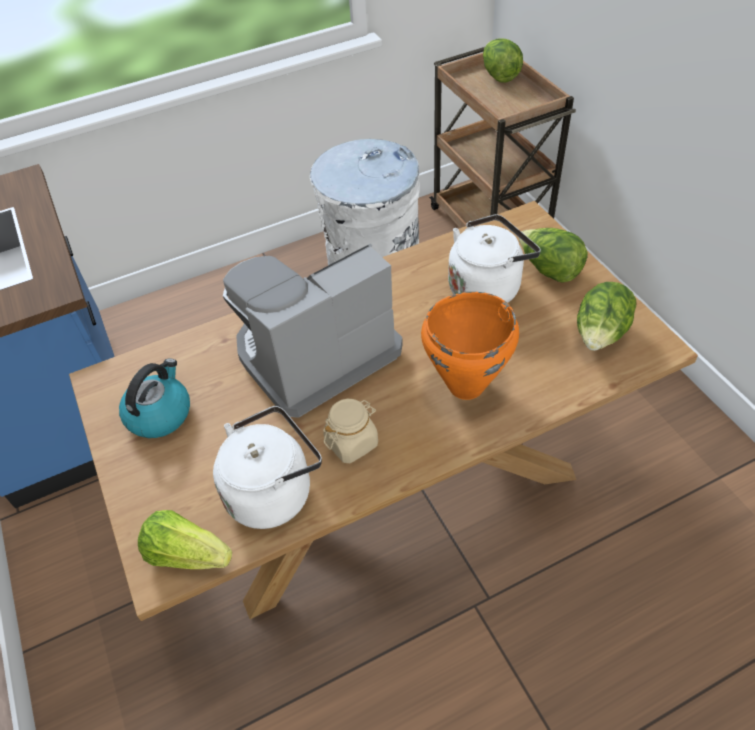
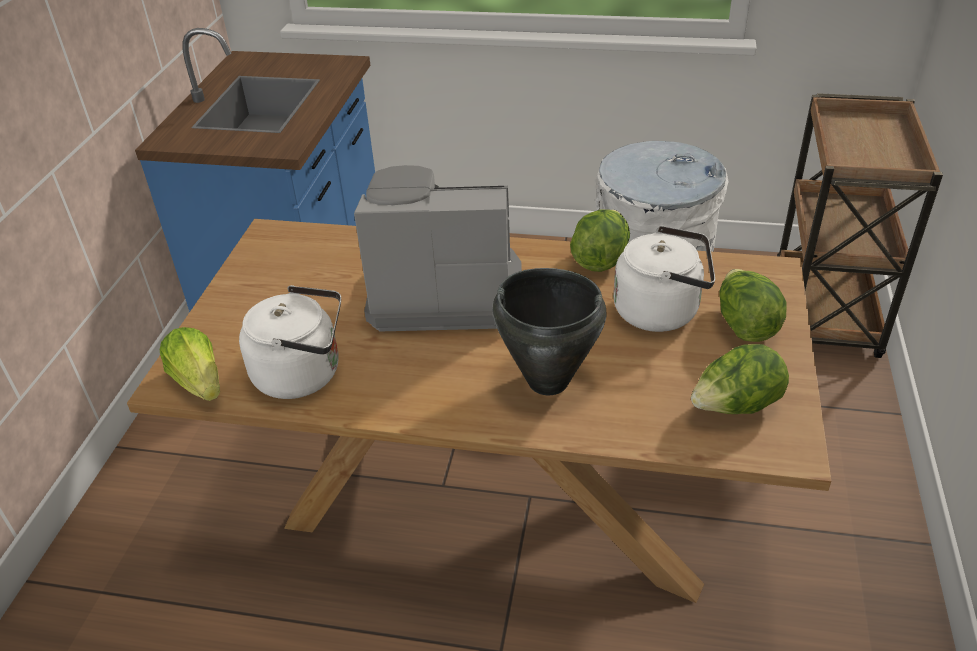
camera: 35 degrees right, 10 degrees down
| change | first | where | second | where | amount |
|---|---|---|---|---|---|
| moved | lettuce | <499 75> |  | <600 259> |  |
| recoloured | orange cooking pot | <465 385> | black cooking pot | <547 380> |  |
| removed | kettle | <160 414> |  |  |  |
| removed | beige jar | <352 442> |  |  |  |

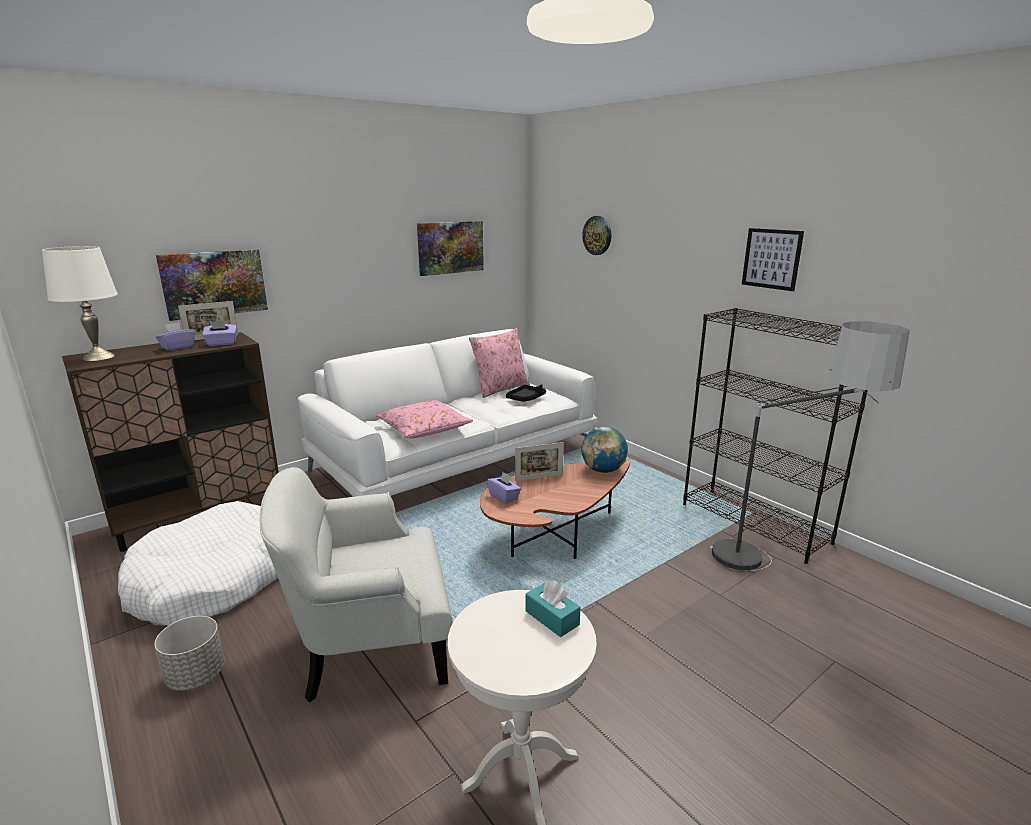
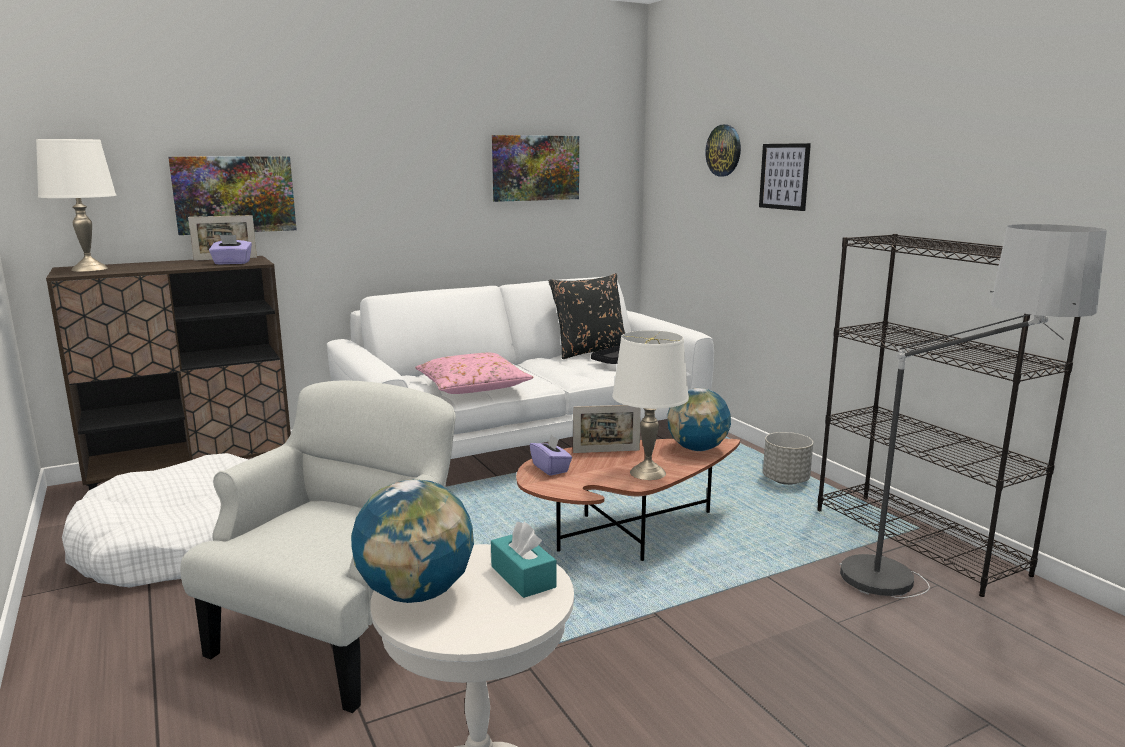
camera: 10 degrees right, 5 degrees down
| change | first | where | second | where | amount |
|---|---|---|---|---|---|
| moved | picture | <771 259> |  | <784 176> |  |
| removed | purple tissue box | <177 347> |  |  |  |
| recoloured | pink pillow | <500 389> | black pillow | <589 351> |  |
| turned | white armchair | <370 644> |  | <340 631> | 120 degrees clockwise |
| moved | grey planter | <196 675> |  | <785 480> |  |
| added |  |  | white table lamp | <648 472> |  |
| added |  |  | globe | <416 593> |  |

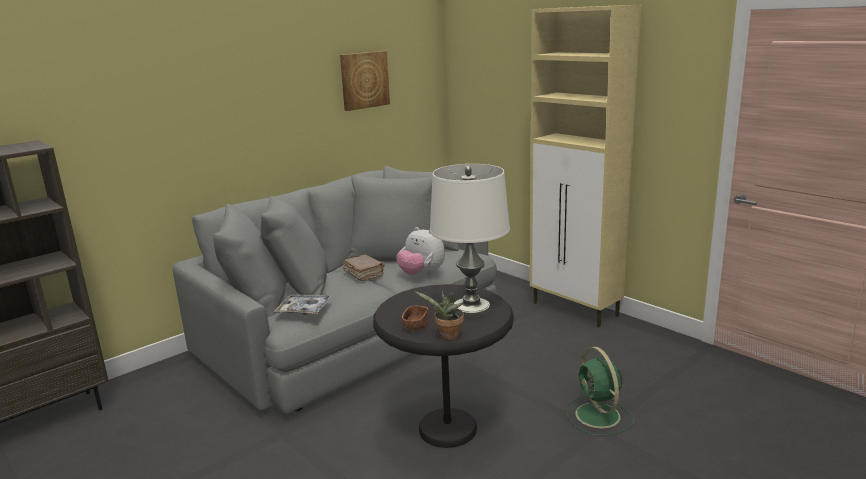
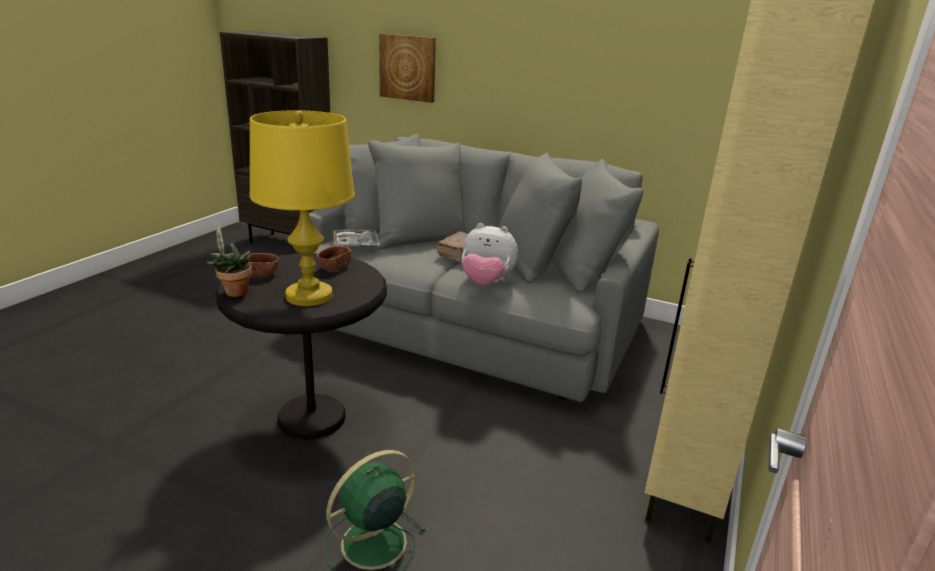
camera: 65 degrees right, 5 degrees up
| change | first | where | second | where | amount |
|---|---|---|---|---|---|
| moved | picture | <364 80> |  | <408 67> |  |
| recoloured | white table lamp | <471 309> | yellow table lamp | <309 296> |  |
| turned | plush toy | <421 274> |  | <486 283> | 90 degrees counterclockwise |
| added |  |  | brown bowl | <335 267> |  |

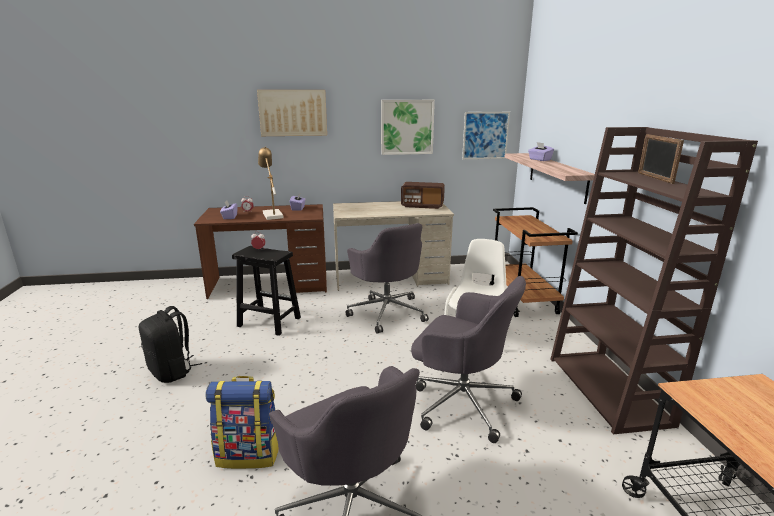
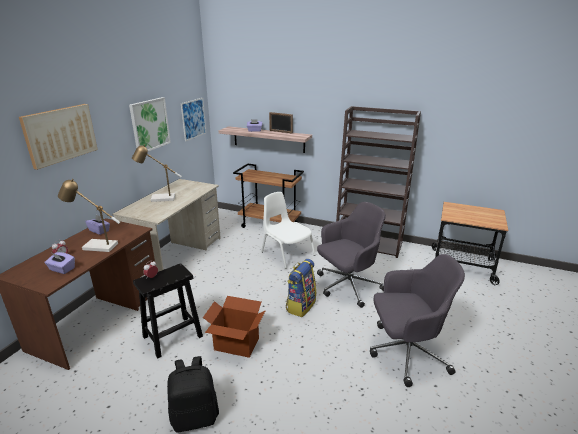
camera: 60 degrees left, 5 degrees up
| change | first | where | second | where | amount |
|---|---|---|---|---|---|
| moved | picture frame | <654 178> |  | <280 132> |  |
| removed | radio | <422 206> |  |  |  |
| removed | grey office chair | <387 312> |  |  |  |
| moved | backpack | <249 454> |  | <300 305> |  |
| added |  |  | table lamp | <159 199> |  |
| added |  |  | cardboard box | <236 344> |  |

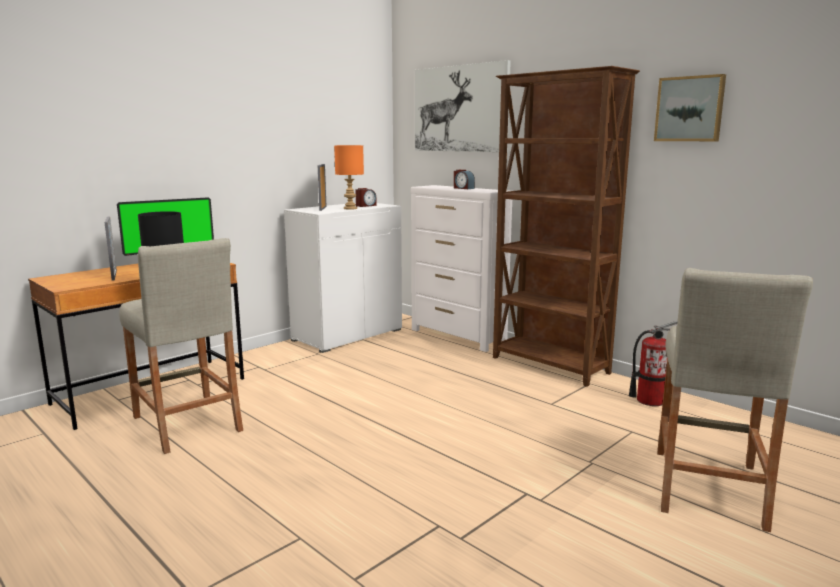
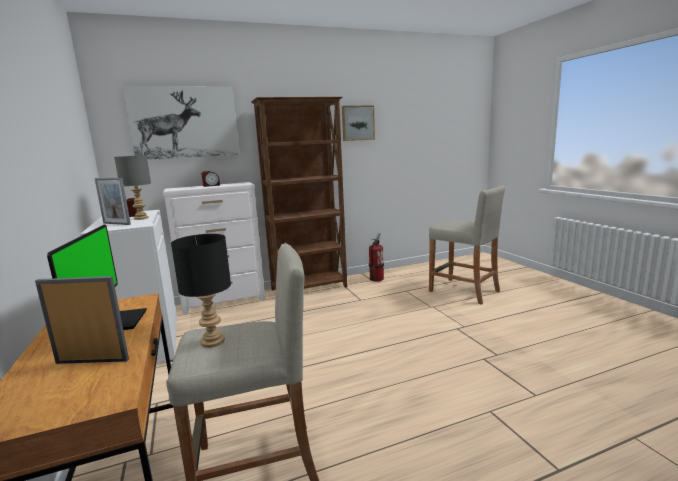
camera: 65 degrees left, 0 degrees up
| change | first | where | second | where | amount |
|---|---|---|---|---|---|
| recoloured | orange table lamp | <350 208> | grey table lamp | <140 218> |  |

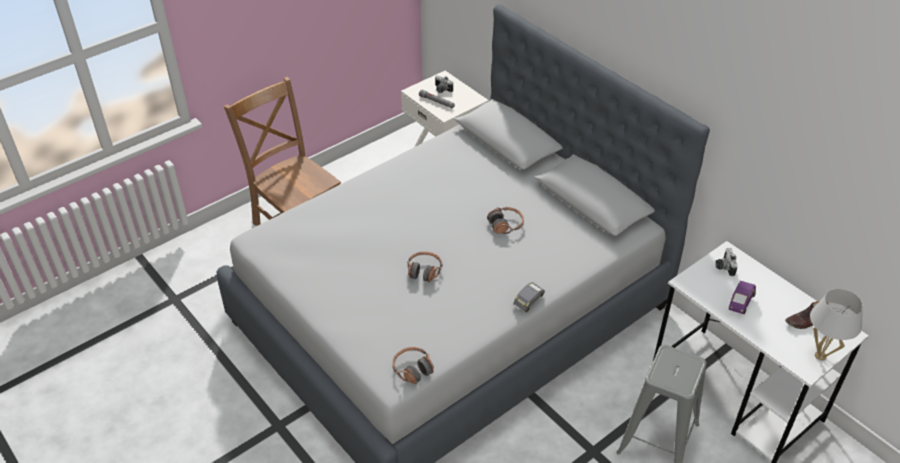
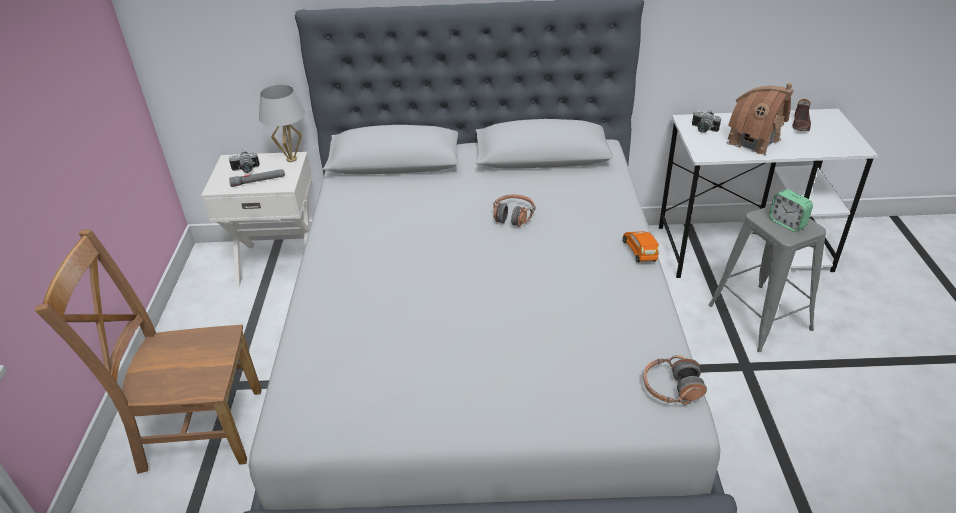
camera: 50 degrees left, 5 degrees down
| change | first | where | second | where | amount |
|---|---|---|---|---|---|
| removed | headphones | <424 271> |  |  |  |
| replaced | purple toy car | <740 302> | toy house | <754 142> |  |
| recoloured | grey toy car | <529 301> | orange toy car | <640 252> |  |
| moved | white table lamp | <820 356> |  | <291 159> |  |
| added |  |  | alarm clock | <787 223> |  |

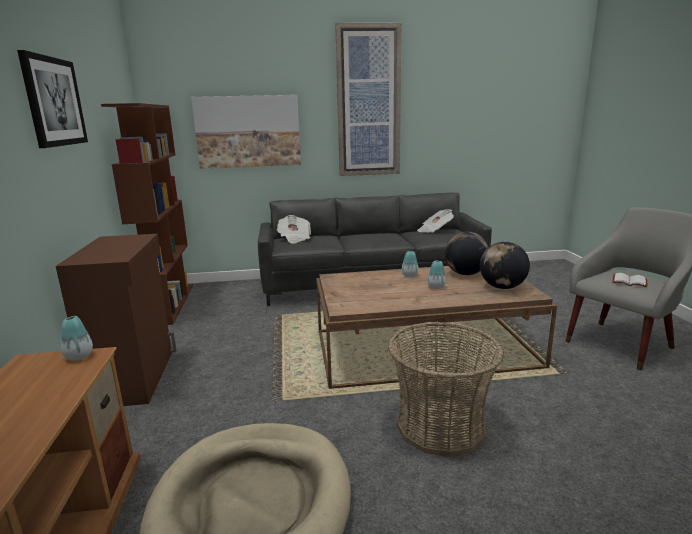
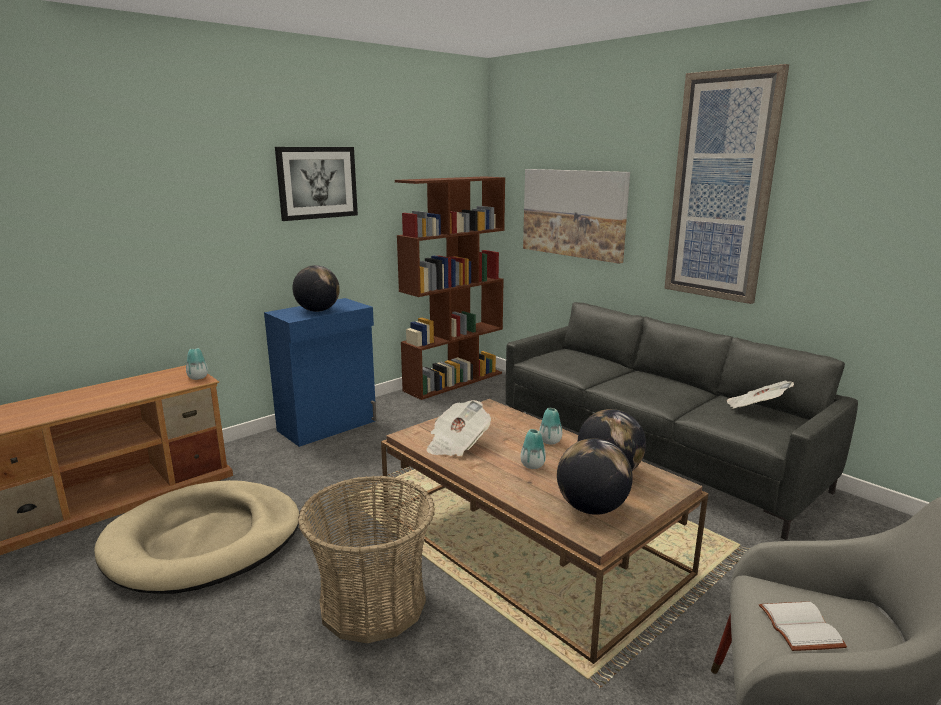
camera: 55 degrees right, 0 degrees up
| change | first | where | second | where | amount |
|---|---|---|---|---|---|
| moved | newspaper | <294 238> |  | <456 444> |  |
| recoloured | brown cabinet | <136 377> | blue cabinet | <329 426> |  |
| added |  |  | globe | <318 311> |  |

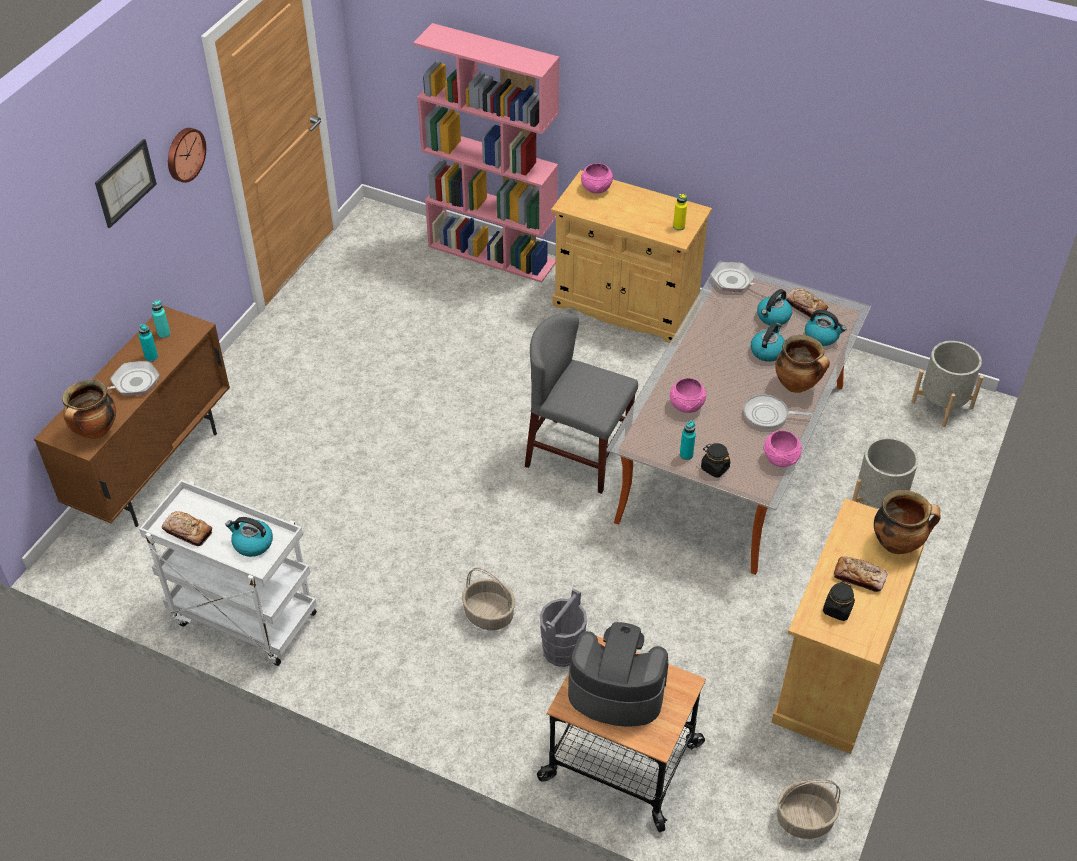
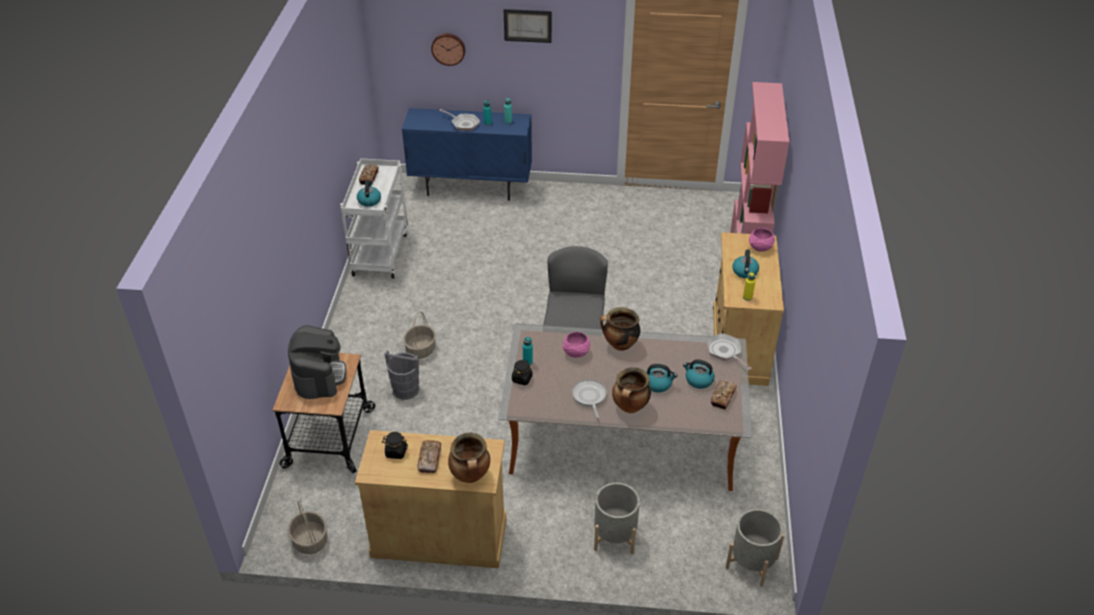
camera: 70 degrees right, 5 degrees down
| change | first | where | second | where | amount |
|---|---|---|---|---|---|
| moved | wall clock | <184 154> |  | <448 48> |  |
| turned | frying pan | <735 282> |  | <725 352> | 45 degrees counterclockwise |
| recoloured | brown cabinet | <155 469> | blue cabinet | <471 188> |  |
| moved | kettle | <822 336> |  | <745 272> |  |
| moved | cooking pot | <96 431> |  | <619 345> |  |
| removed | pink bowl | <781 458> |  |  |  |

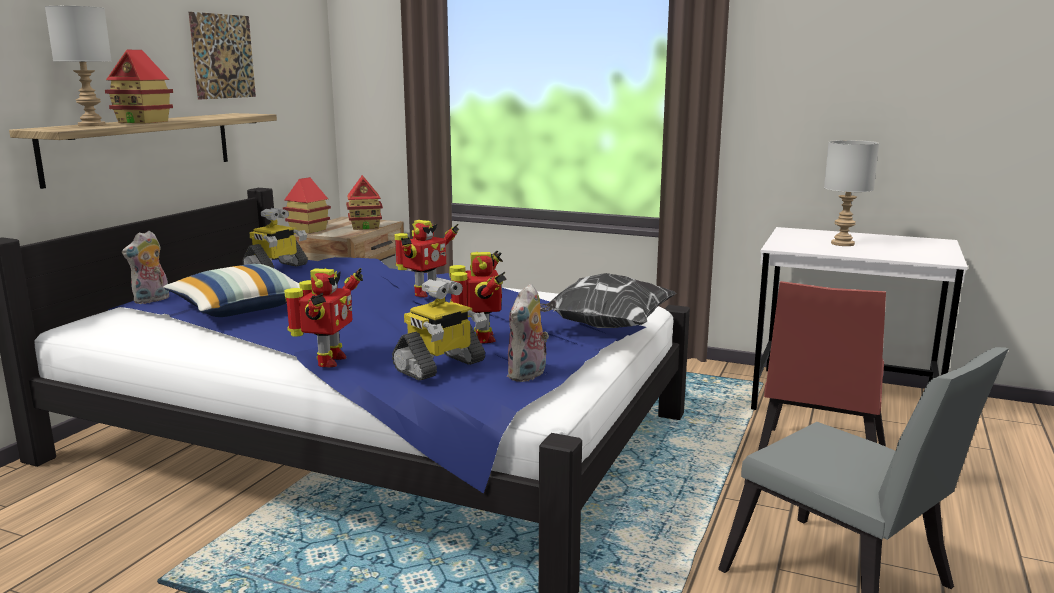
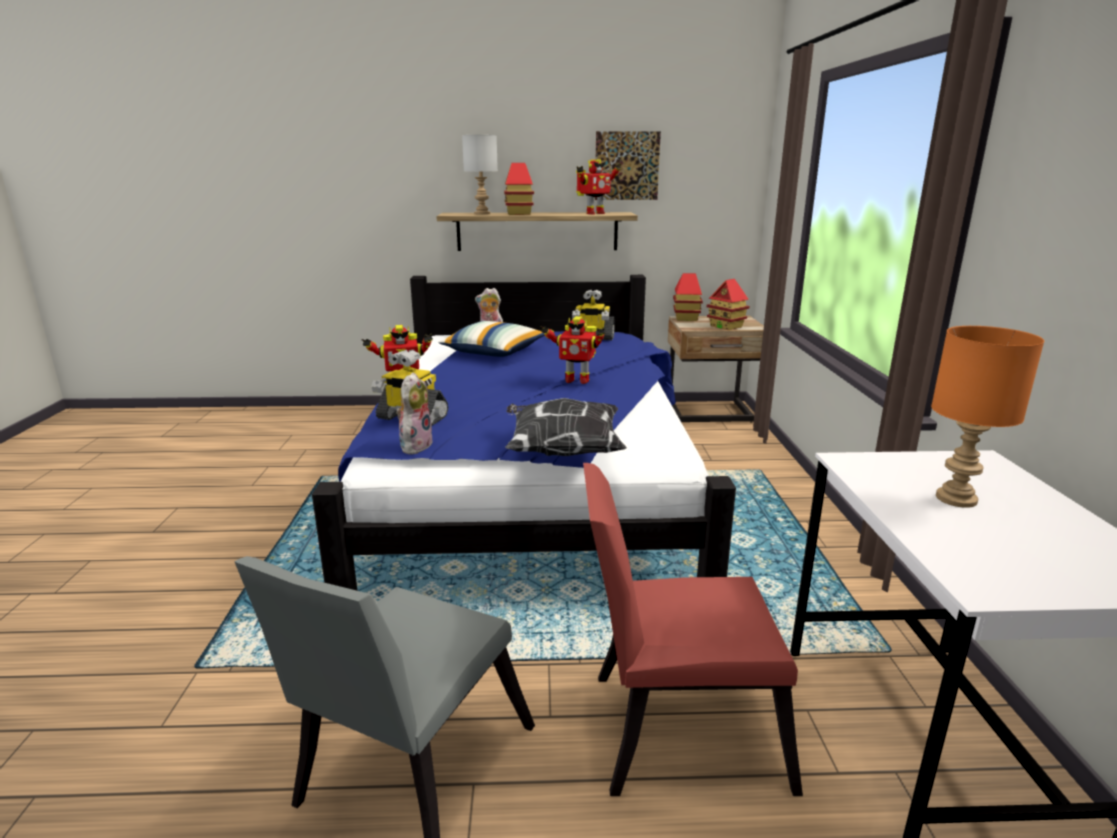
camera: 65 degrees right, 5 degrees up
| change | first | where | second | where | amount |
|---|---|---|---|---|---|
| recoloured | grey table lamp | <841 244> | orange table lamp | <955 498> |  |
| moved | toy robot | <481 338> |  | <594 213> |  |
| turned | plush toy | <528 375> |  | <415 446> | 105 degrees clockwise |

